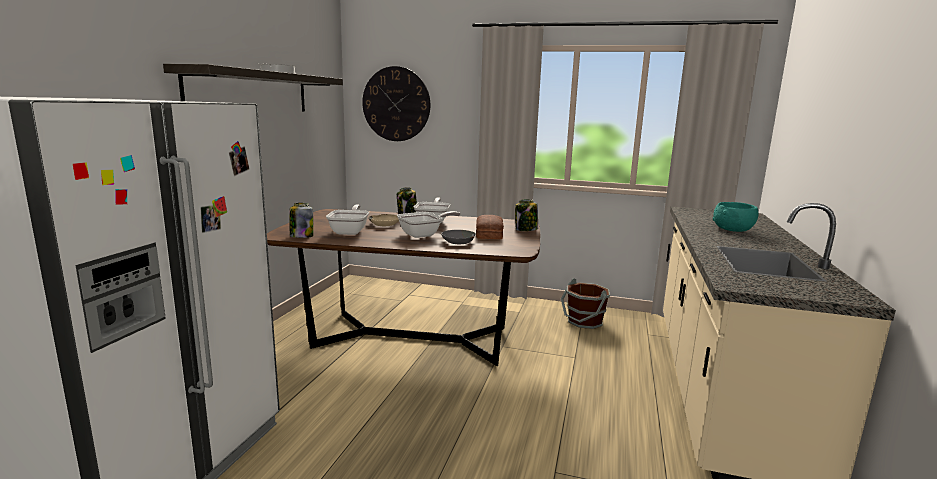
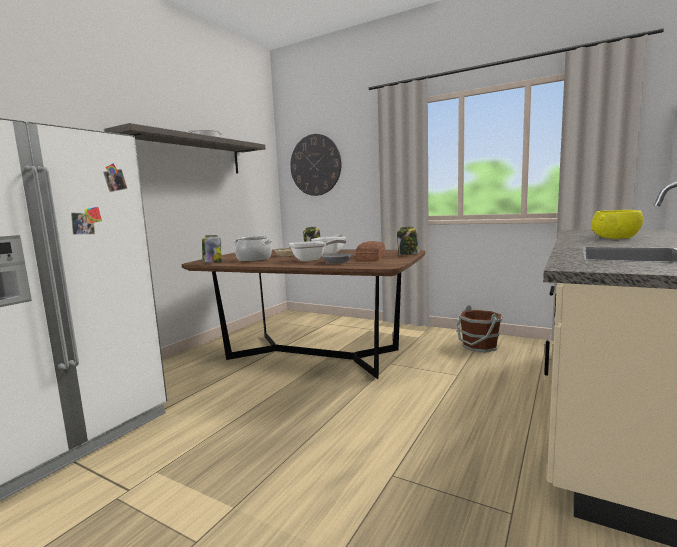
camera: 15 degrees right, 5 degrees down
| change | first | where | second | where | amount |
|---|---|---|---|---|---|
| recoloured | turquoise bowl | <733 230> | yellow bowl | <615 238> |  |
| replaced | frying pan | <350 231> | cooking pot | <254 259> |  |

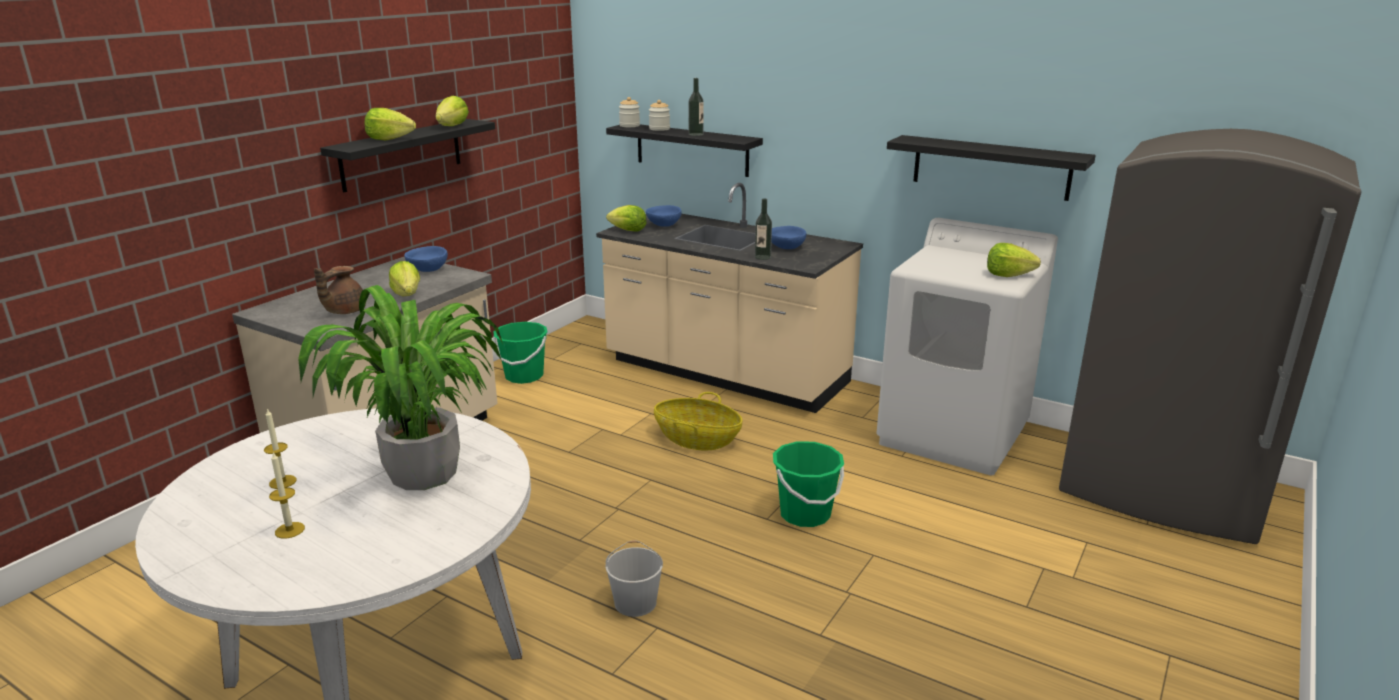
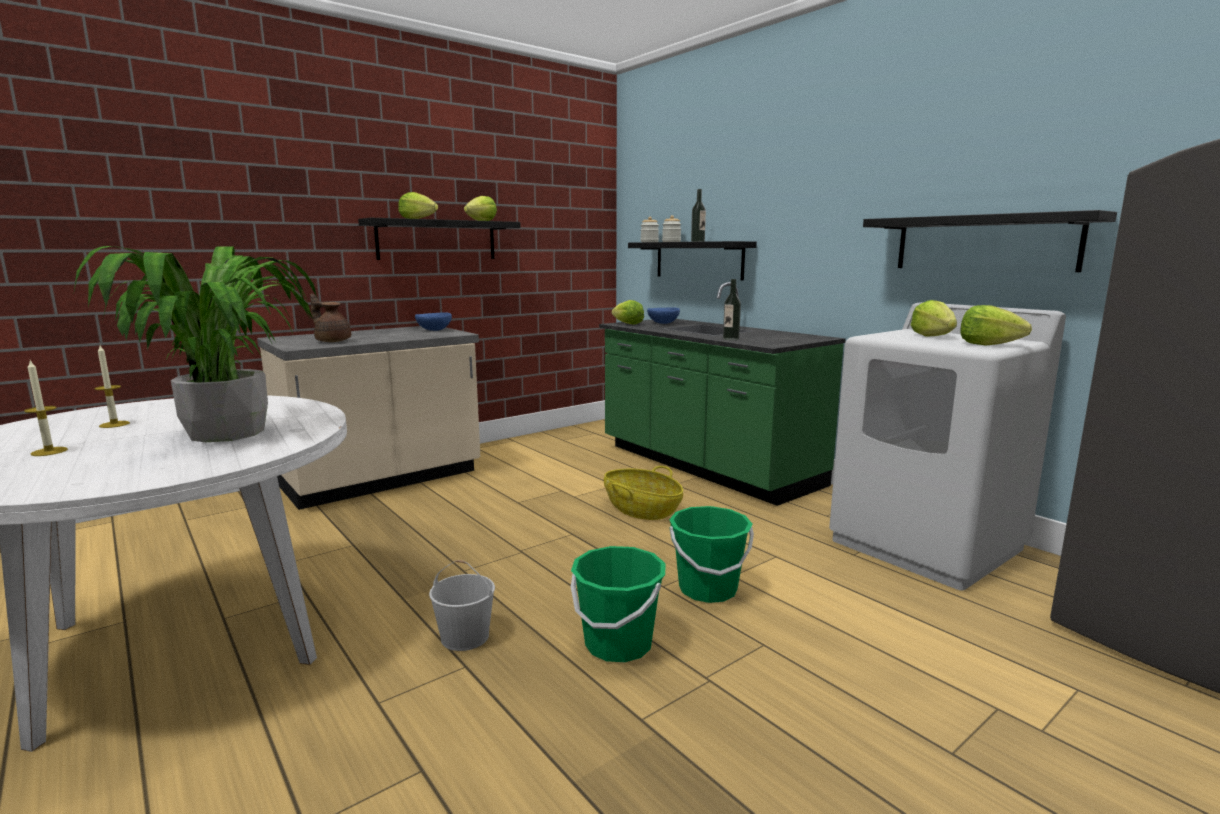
camera: 20 degrees right, 10 degrees down
| change | first | where | second | where | amount |
|---|---|---|---|---|---|
| recoloured | beige counter | <725 373> | green counter | <706 466> |  |
| removed | blue bowl | <786 247> |  |  |  |
| moved | lettuce | <407 294> |  | <933 336> |  |
| turned | brown teapot | <344 311> |  | <332 341> | 75 degrees clockwise |
| moved | green bucket | <524 376> |  | <618 644> |  |

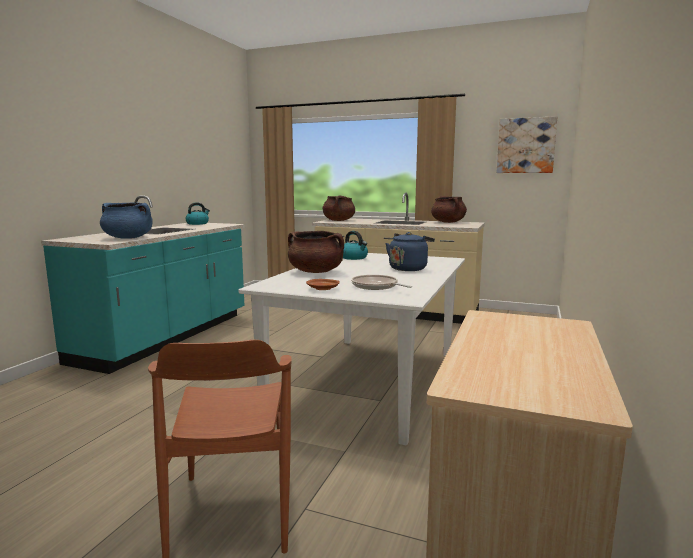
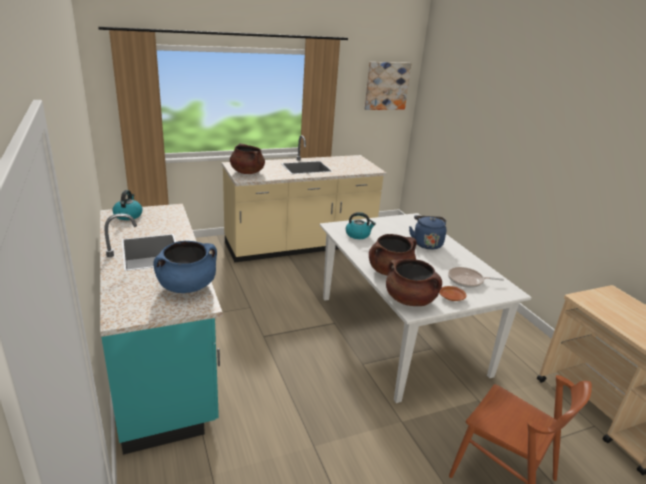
camera: 45 degrees left, 15 degrees up
| change | first | where | second | where | amount |
|---|---|---|---|---|---|
| moved | brown cooking pot | <448 222> |  | <410 300> |  |

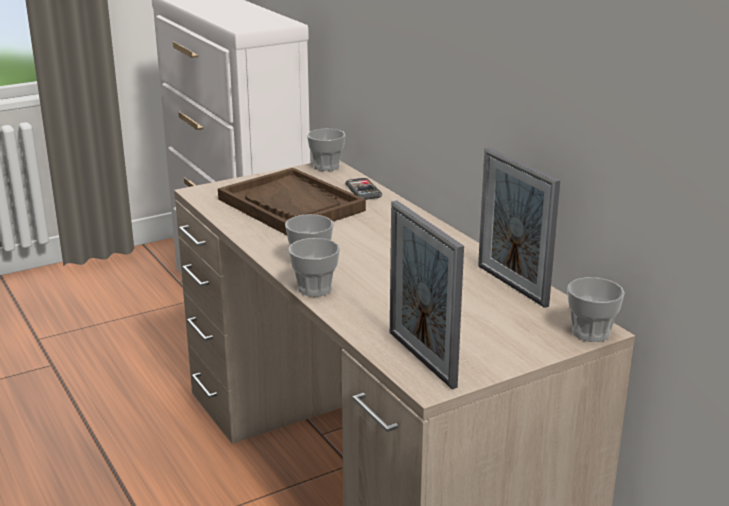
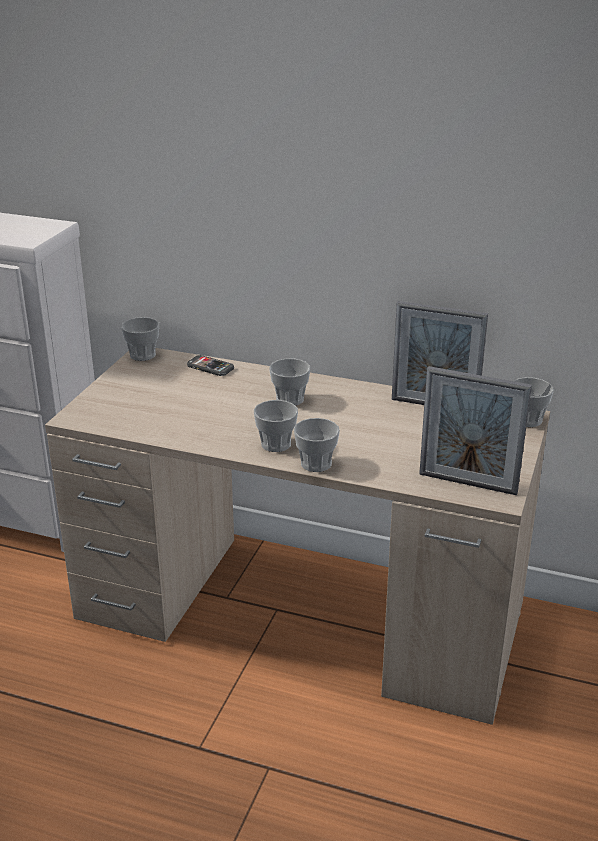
camera: 40 degrees left, 5 degrees up
| change | first | where | second | where | amount |
|---|---|---|---|---|---|
| removed | brown tray | <291 205> |  |  |  |
| added |  |  | cup | <290 399> |  |

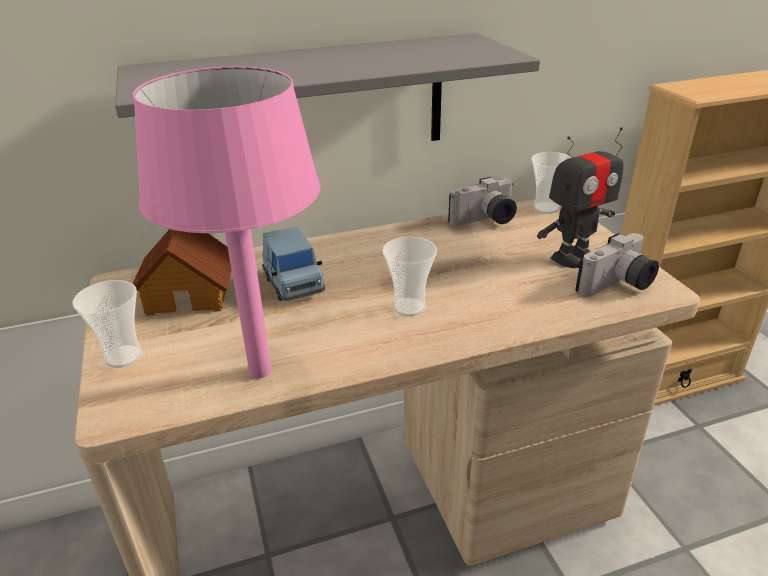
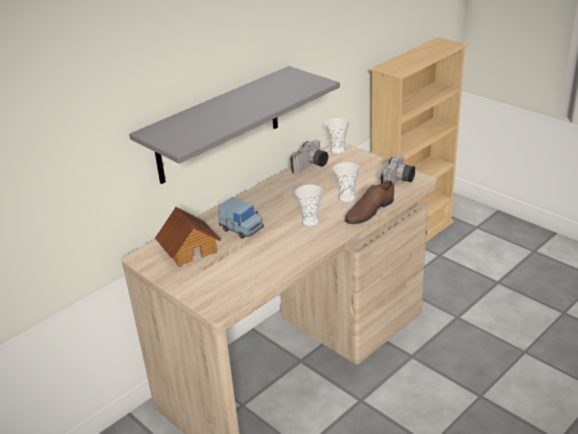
camera: 25 degrees left, 0 degrees up
| change | first | where | second | where | amount |
|---|---|---|---|---|---|
| removed | pink table lamp | <261 370> |  |  |  |
| removed | toy robot | <573 257> |  |  |  |
| moved | cup | <123 357> |  | <347 198> |  |
| added |  |  | brown shoe | <369 210> |  |

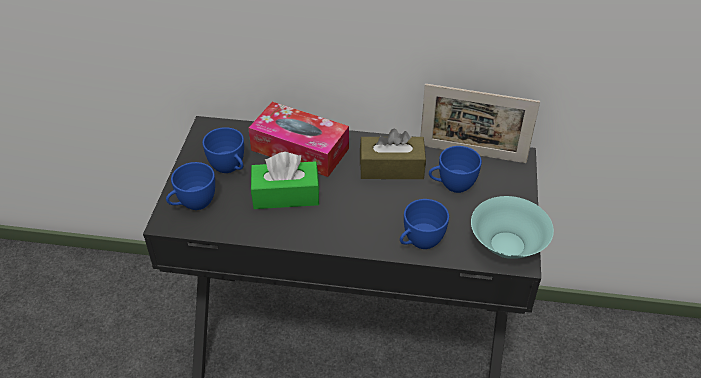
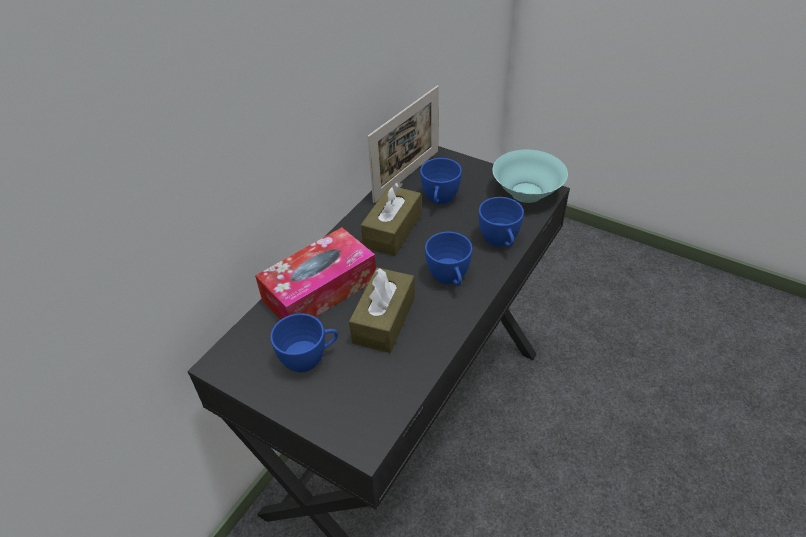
camera: 65 degrees left, 0 degrees up
| change | first | where | second | where | amount |
|---|---|---|---|---|---|
| recoloured | green tissue box | <286 195> | brown tissue box | <384 320> |  |
| moved | blue cup | <193 204> |  | <449 279> |  |

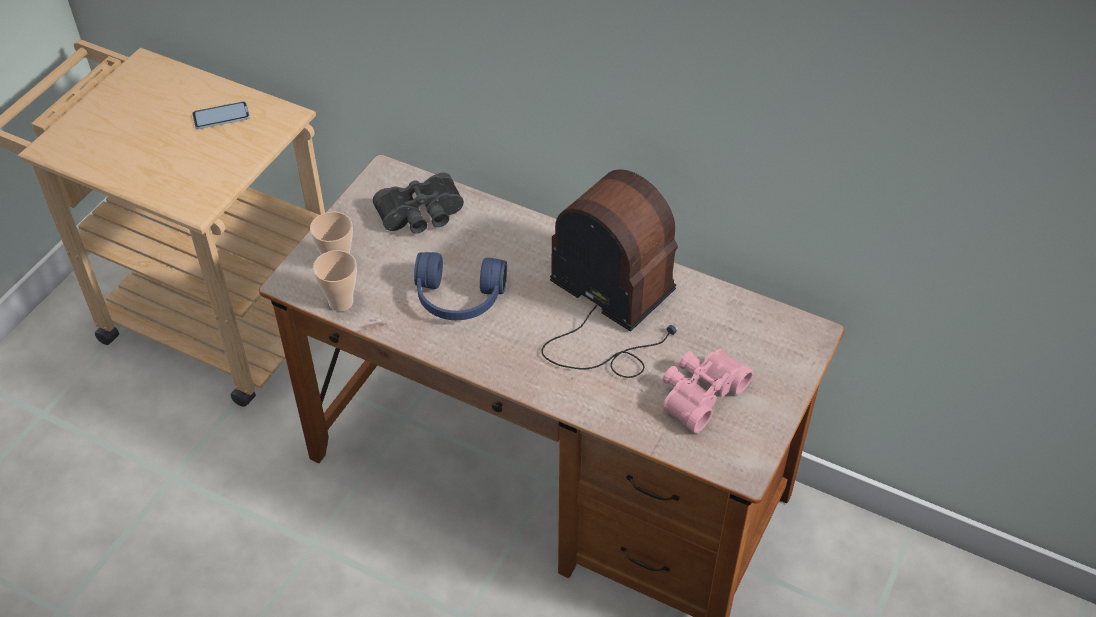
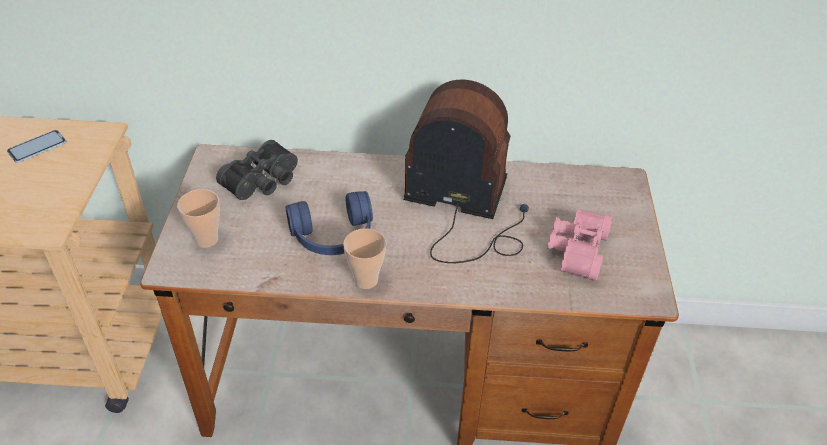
camera: 25 degrees left, 5 degrees down
| change | first | where | second | where | amount |
|---|---|---|---|---|---|
| moved | cup | <341 302> |  | <366 280> |  |

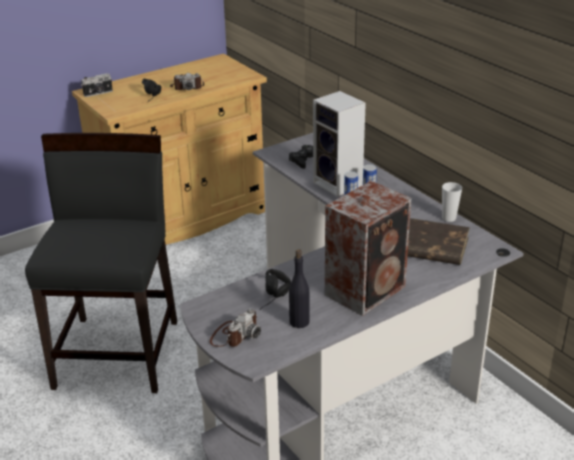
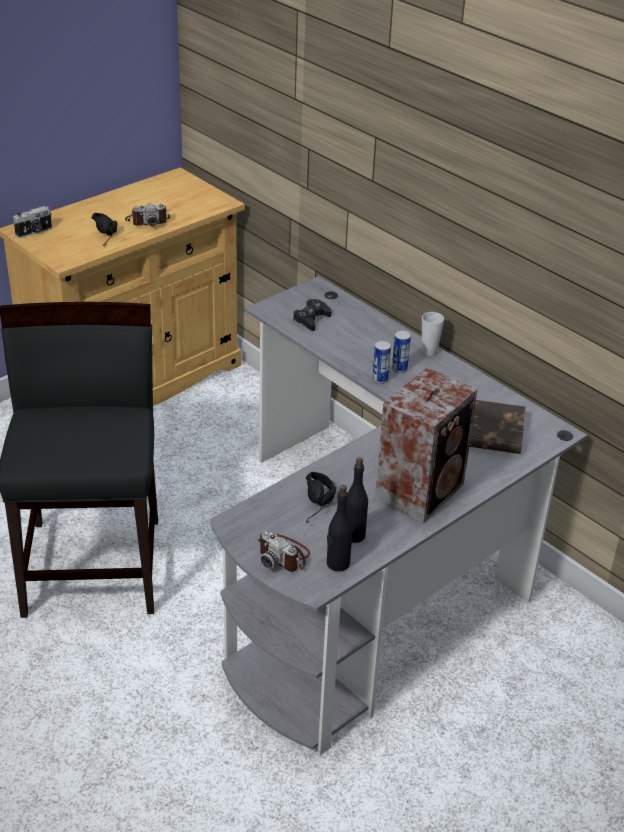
camera: 10 degrees left, 5 degrees up
| change | first | where | second | where | amount |
|---|---|---|---|---|---|
| removed | speaker | <339 184> |  |  |  |
| moved | cup | <449 218> |  | <429 351> |  |
| turned | photo camera | <234 335> |  | <284 555> | 105 degrees clockwise |
| added |  |  | black bottle | <337 563> |  |

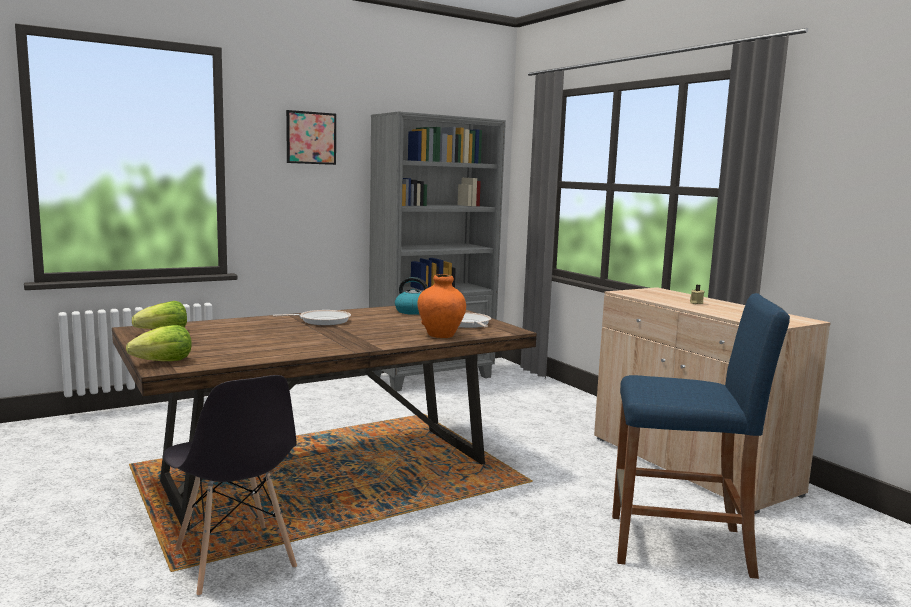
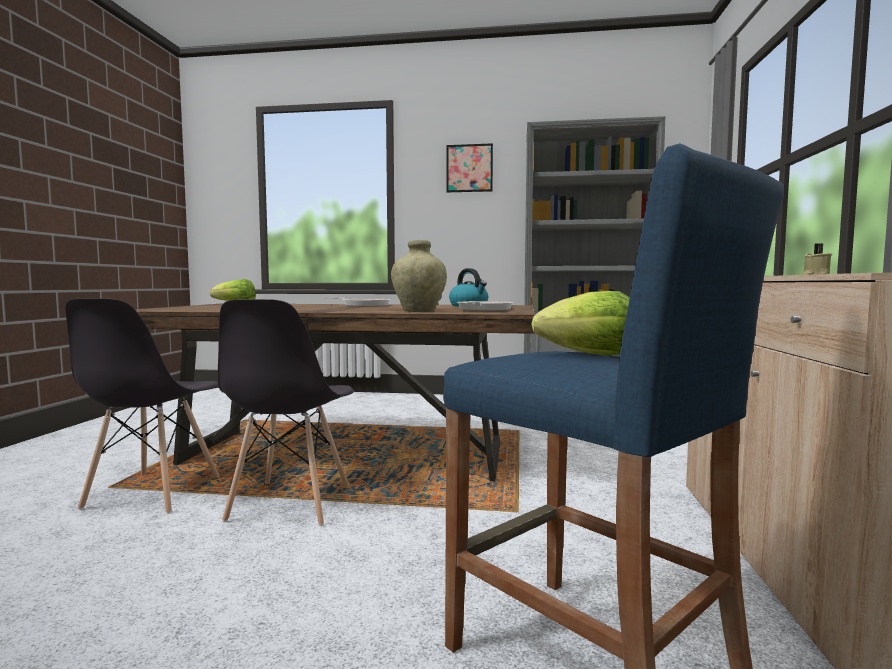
camera: 40 degrees right, 5 degrees down
| change | first | where | second | where | amount |
|---|---|---|---|---|---|
| recoloured | orange vase | <440 335> | beige vase | <419 311> |  |
| moved | lettuce | <164 362> |  | <591 355> |  |
| added |  |  | grey chair | <290 504> |  |

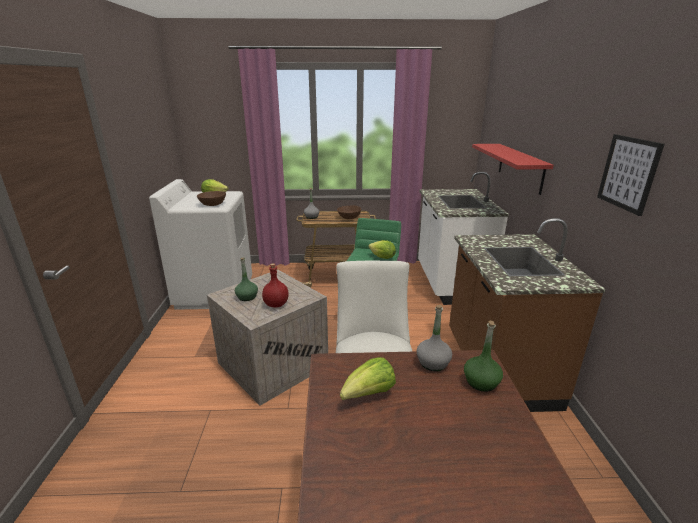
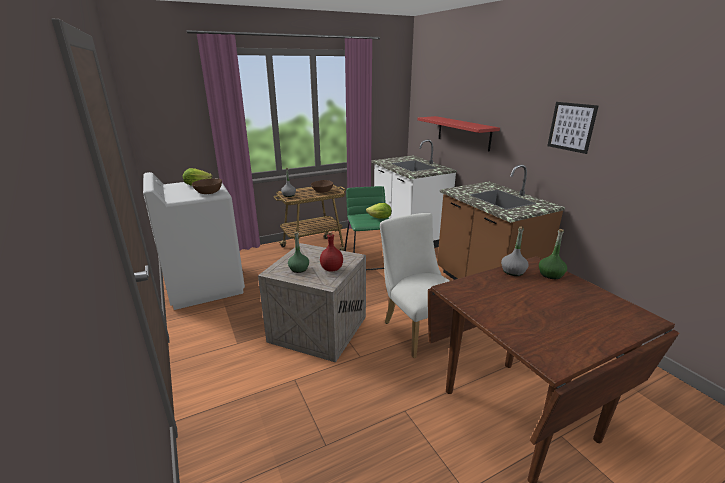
camera: 25 degrees left, 0 degrees up
| change | first | where | second | where | amount |
|---|---|---|---|---|---|
| removed | lettuce | <369 394> |  |  |  |

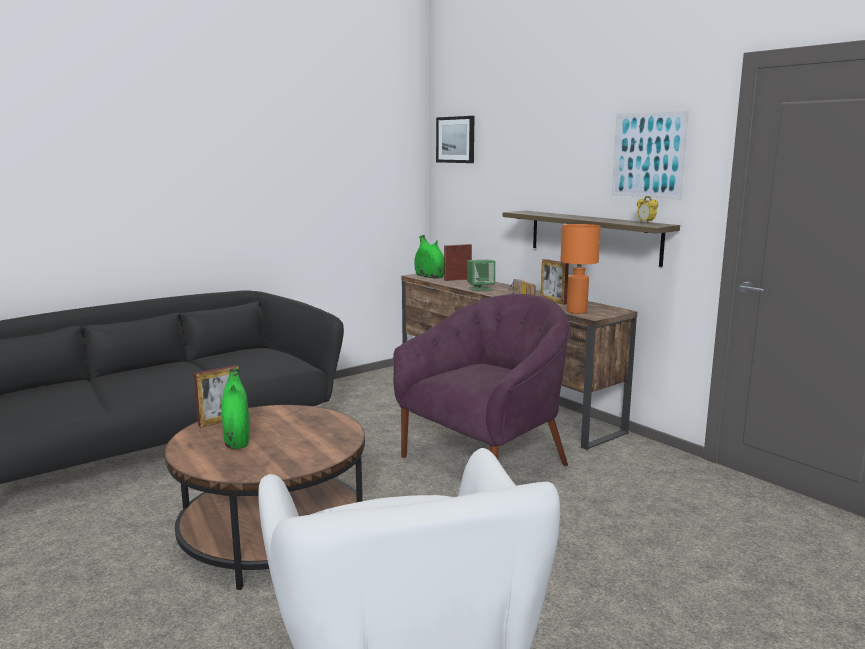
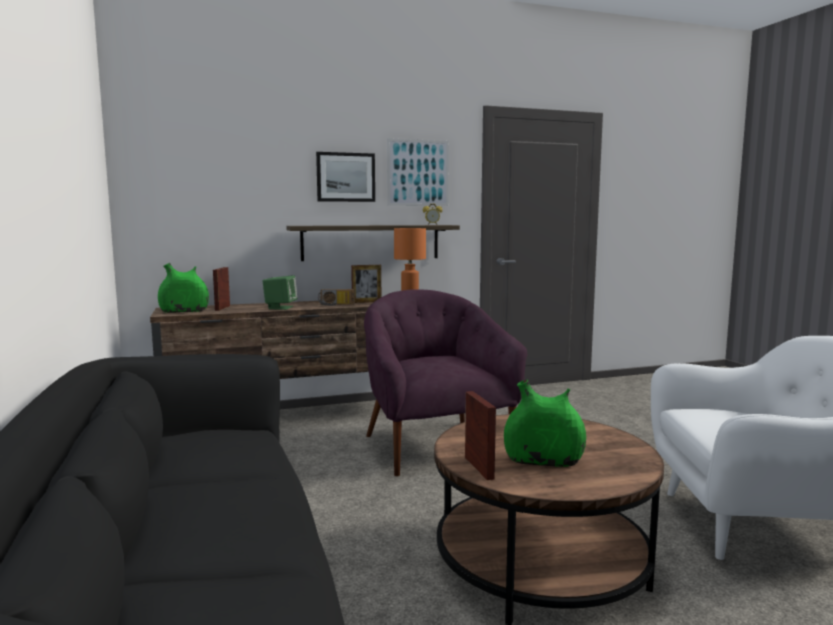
camera: 70 degrees left, 5 degrees down
| change | first | where | second | where | amount |
|---|---|---|---|---|---|
| moved | picture | <456 139> |  | <345 177> |  |

